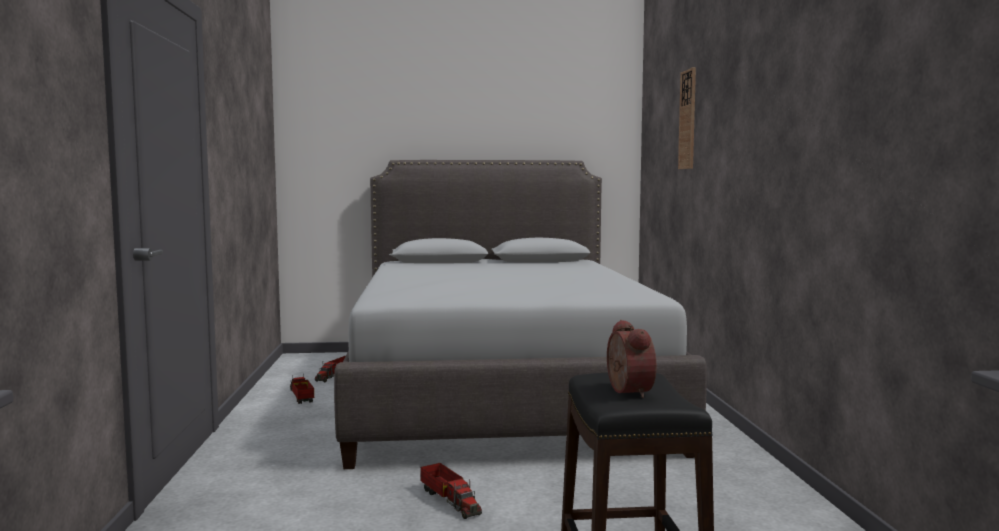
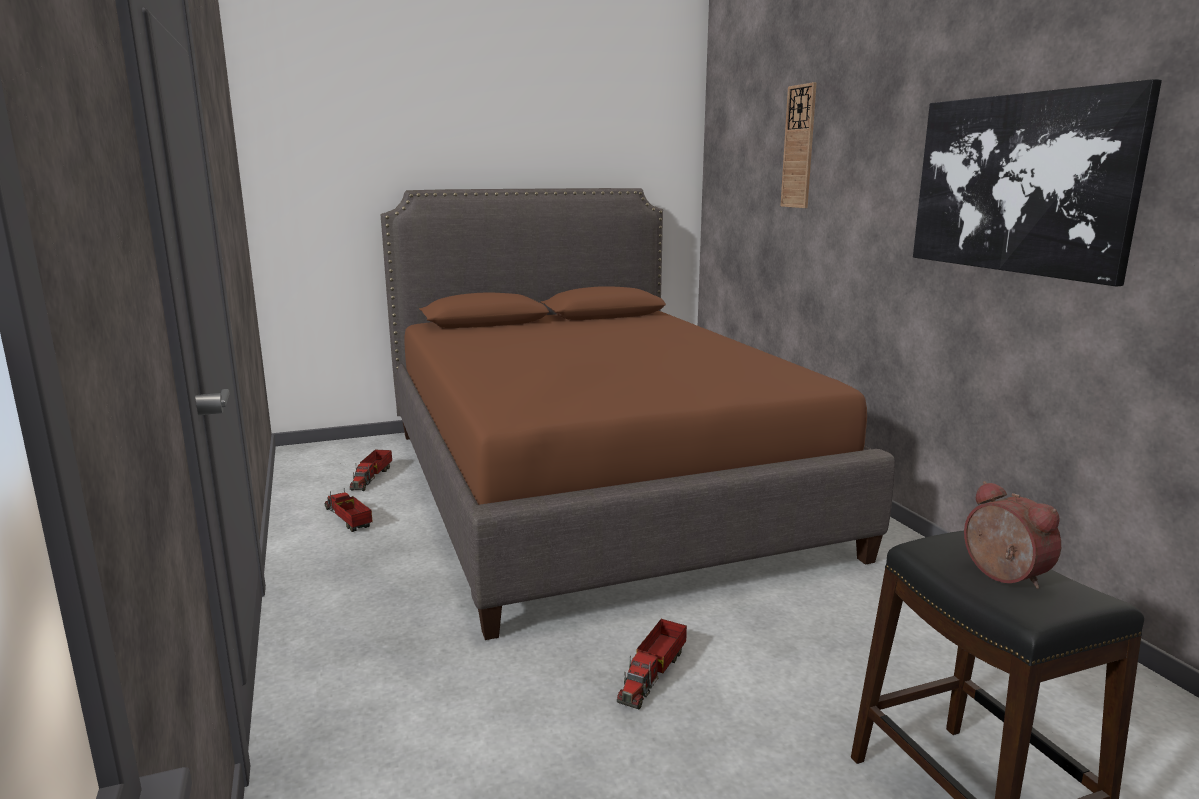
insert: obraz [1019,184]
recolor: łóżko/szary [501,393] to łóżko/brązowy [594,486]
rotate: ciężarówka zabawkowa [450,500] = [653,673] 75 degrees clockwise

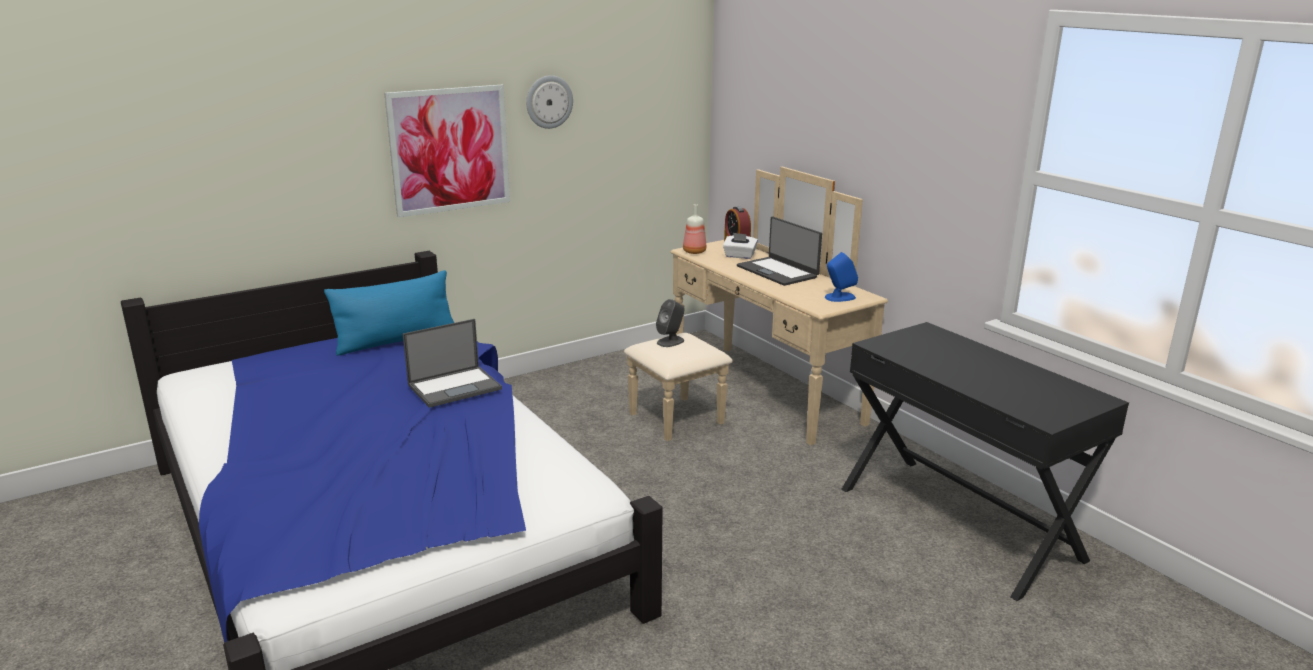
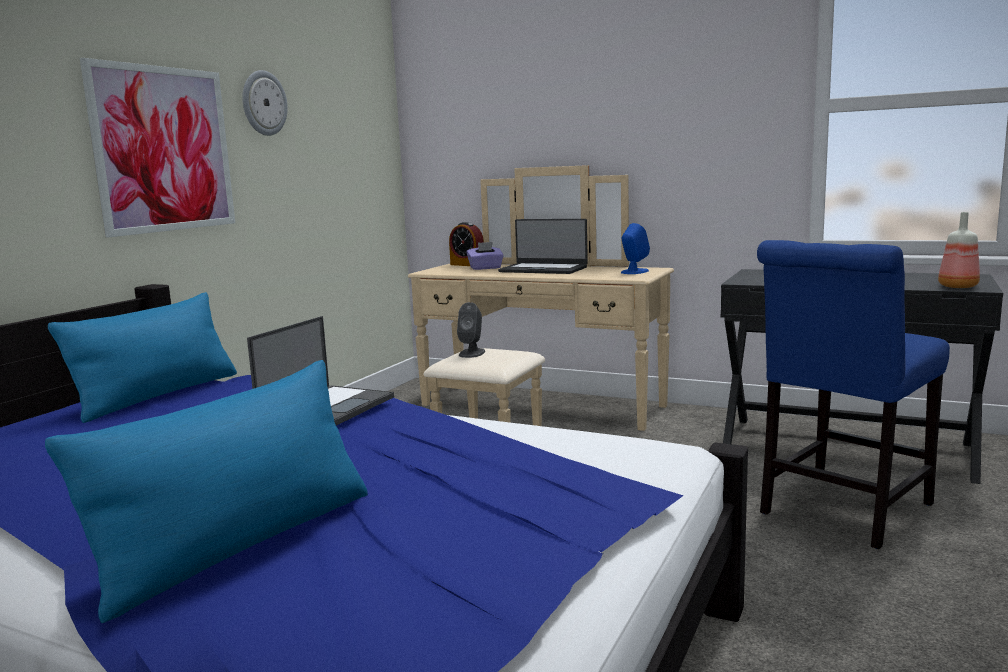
insert: poduszka/niebieski [241,545]; krzesło/niebieski [841,511]
move: butelka [693,252] to [956,287]
recolor: pudełko chusteczek/biały [739,256] to pudełko chusteczek/fioletowy [485,268]

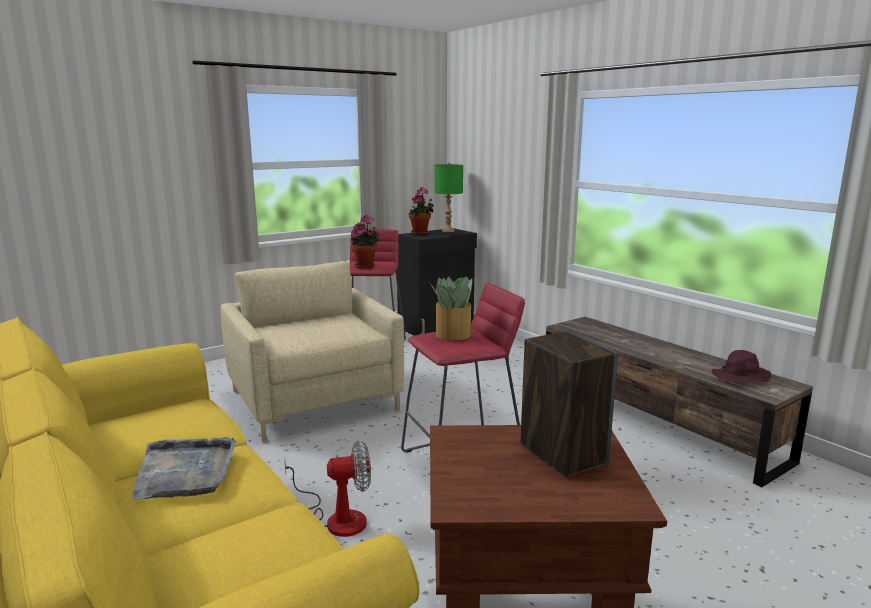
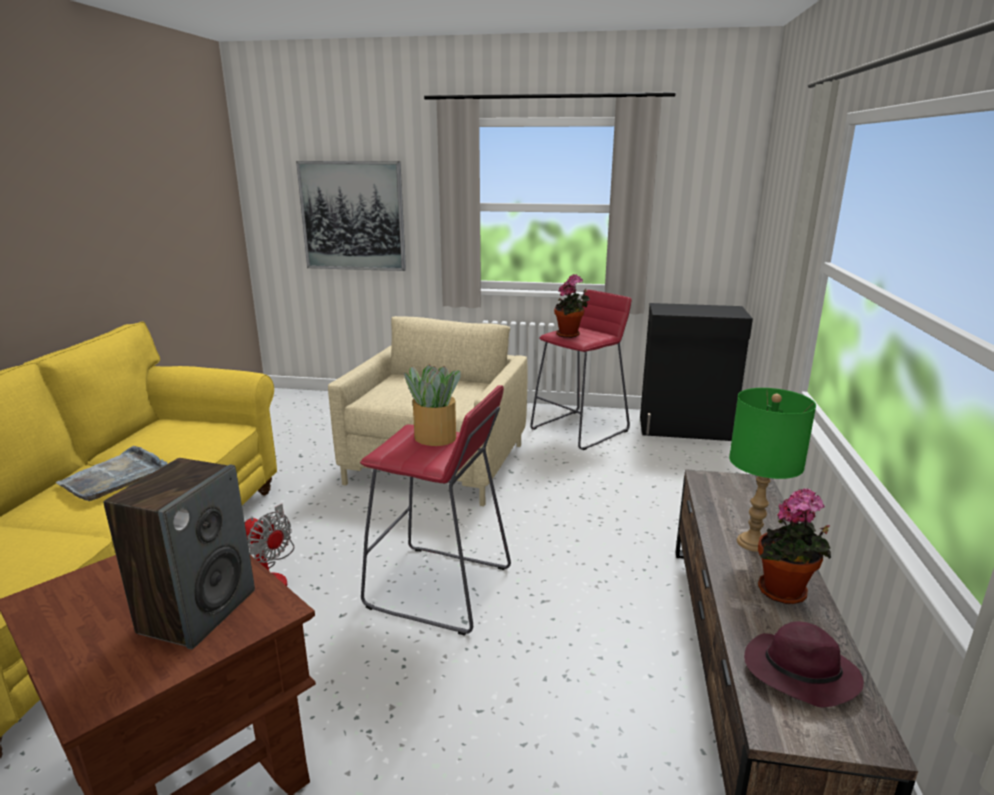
insert: obraz [353,216]
move: lampa stołowa/zielony [448,231] to [753,542]; roślina doniczkowa [421,233] to [785,594]

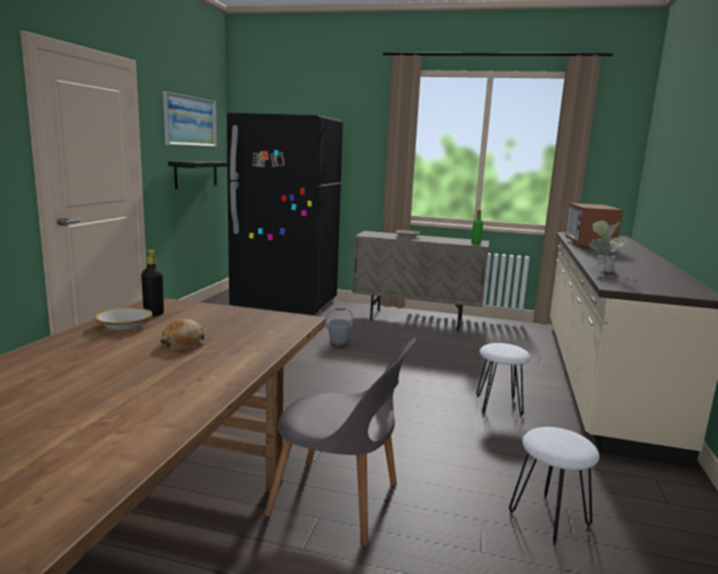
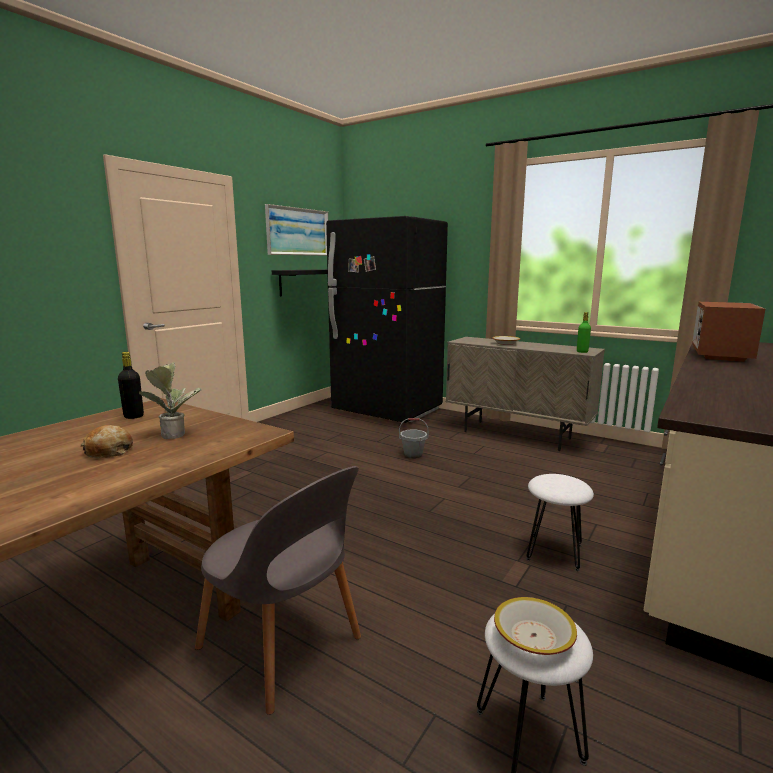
move: roślina doniczkowa [601,270] to [174,433]; miska [124,325] to [533,636]

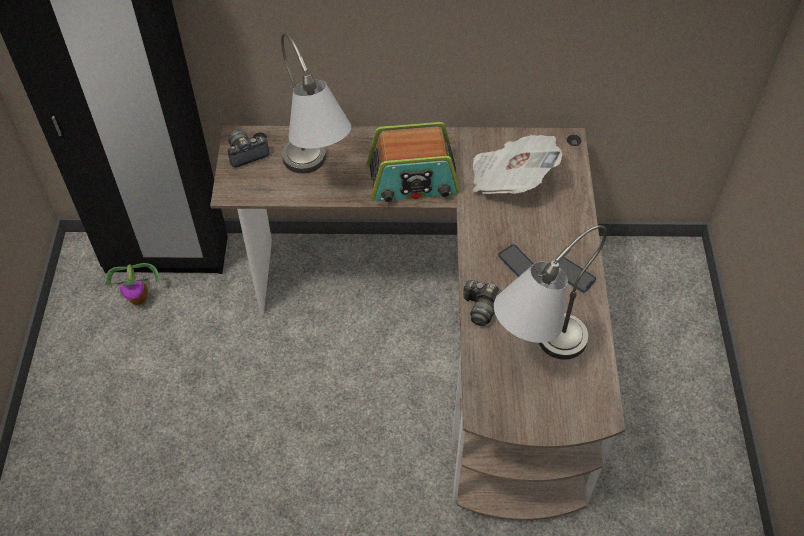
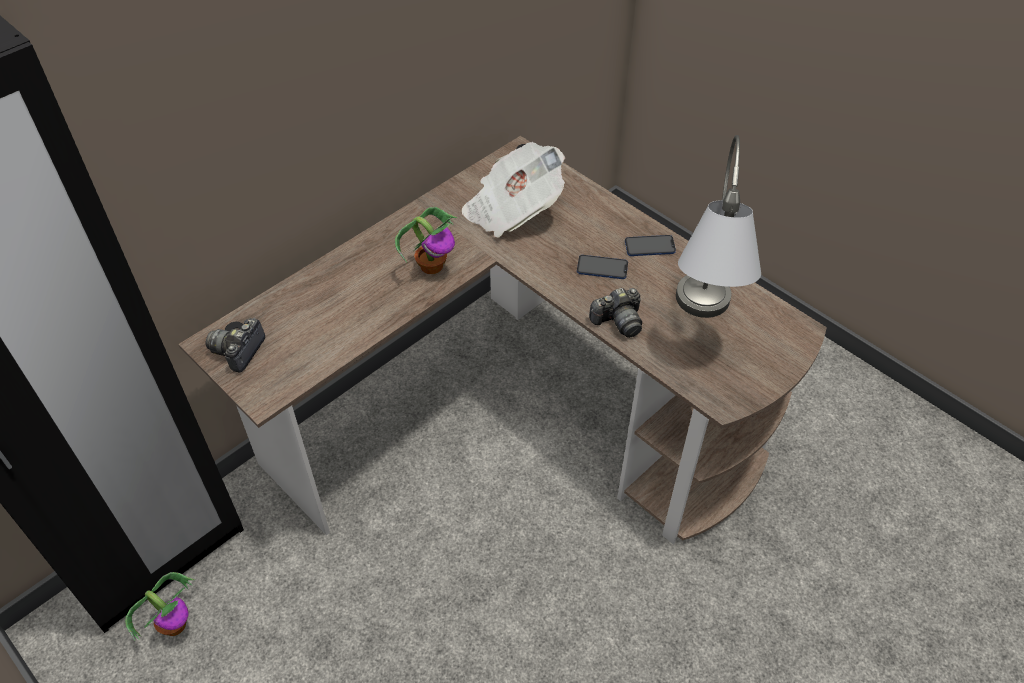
delete: lampa stołowa/szary [316,177]
replace: radio [413,180] to roślina doniczkowa [432,265]

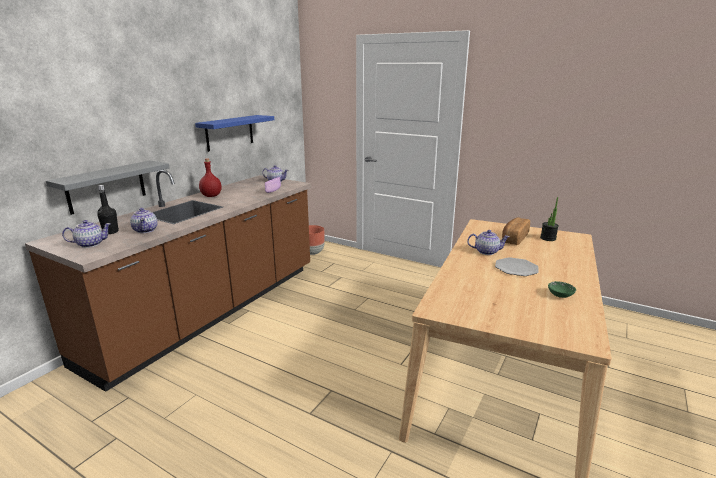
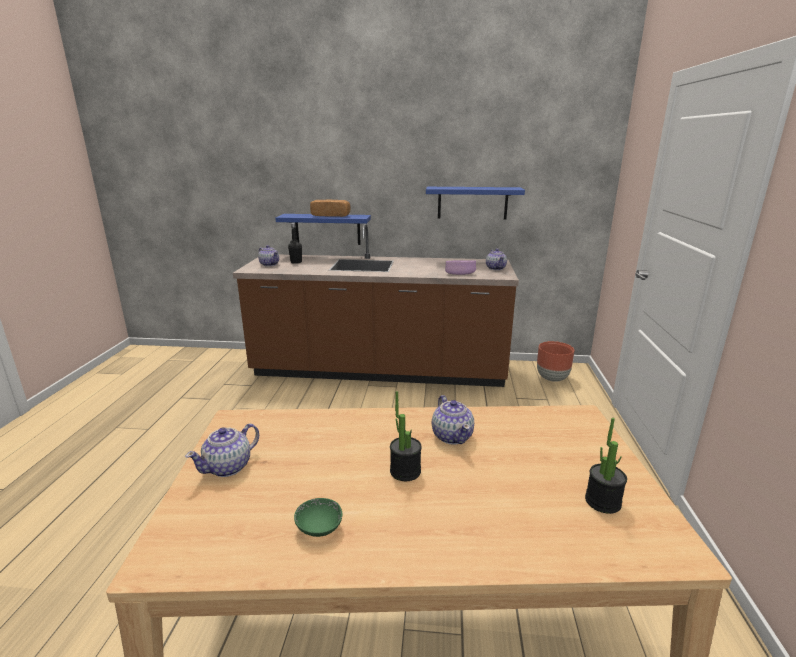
delete: butelka/czerwony [212,196]
move: imbryk [146,230] to [228,467]; chleb [514,238] to [330,215]
replace: talerz [516,268] to roślina doniczkowa [405,471]
recolor: półka/szary [106,187] to półka/niebieski [327,229]

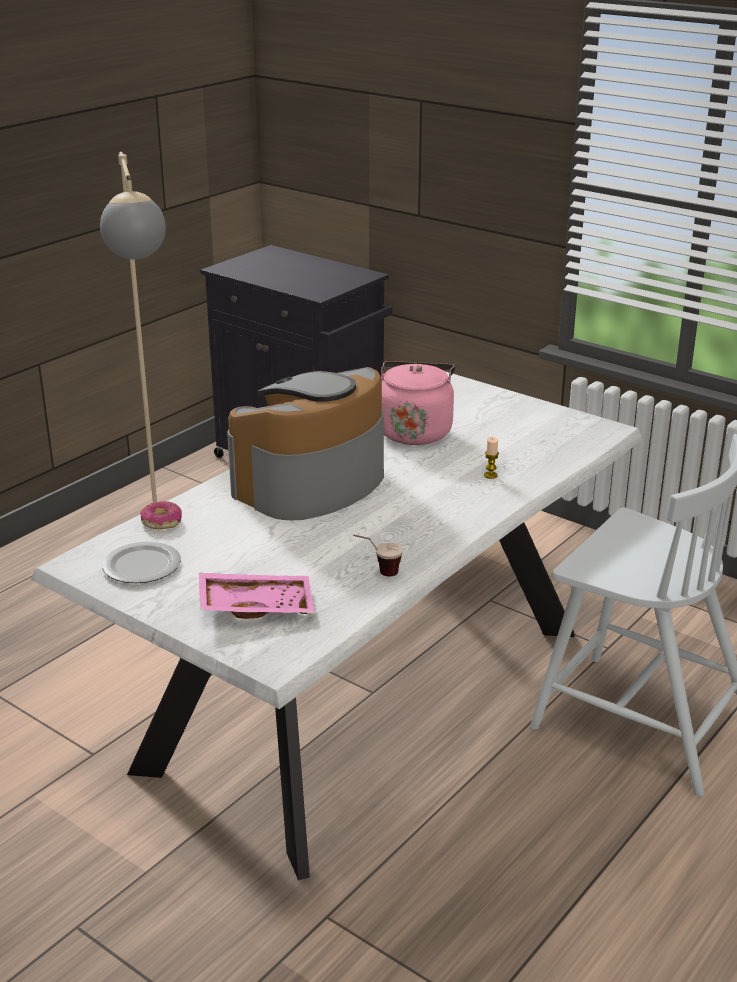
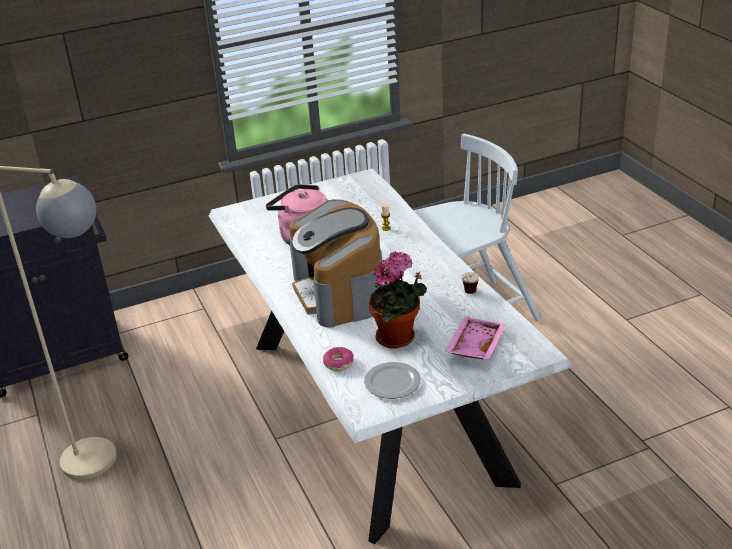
insert: roślina doniczkowa [399,338]

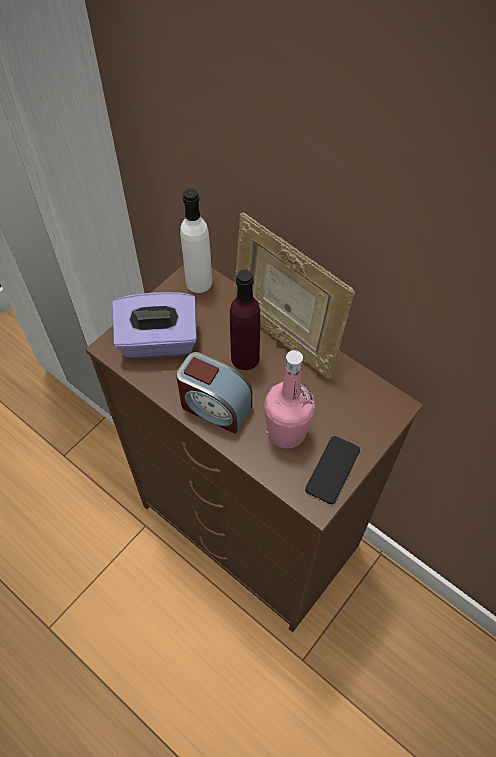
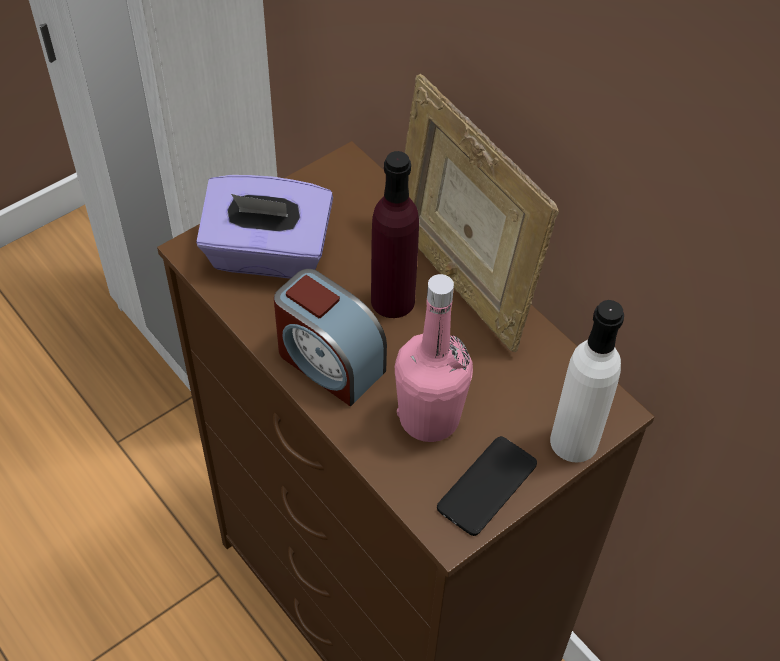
move: butelka/biały [199,282] to [574,441]

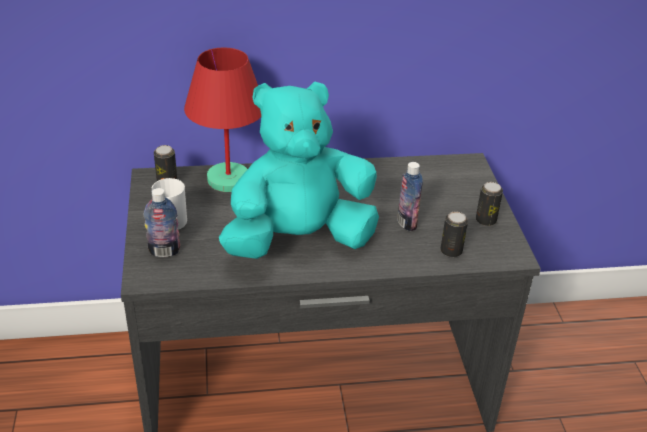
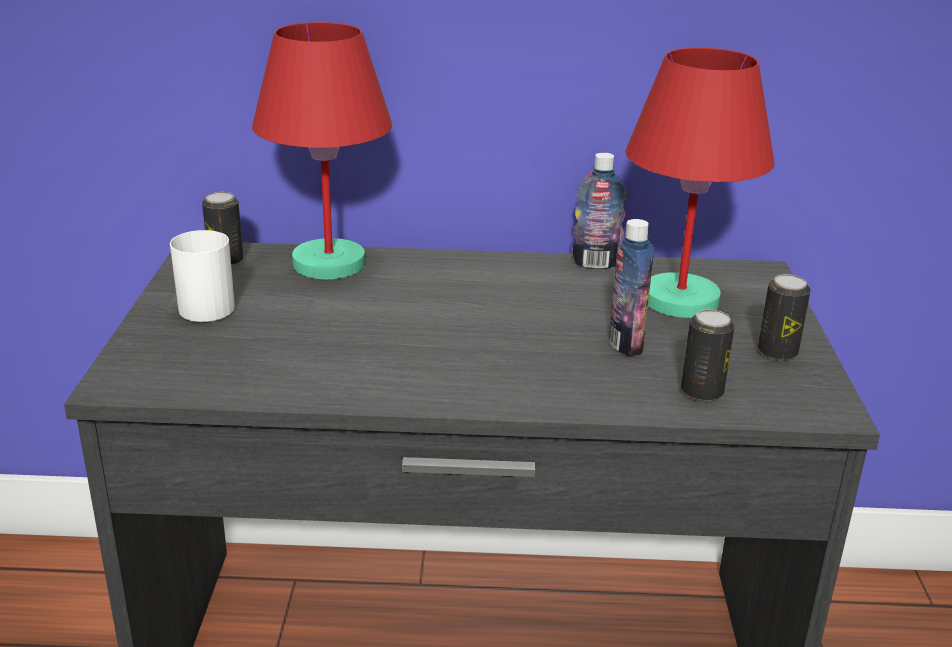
delete: pluszak/turkusowy [299,240]
insert: lampa stołowa/czerwony [682,300]
move: butelka [164,251] to [595,263]

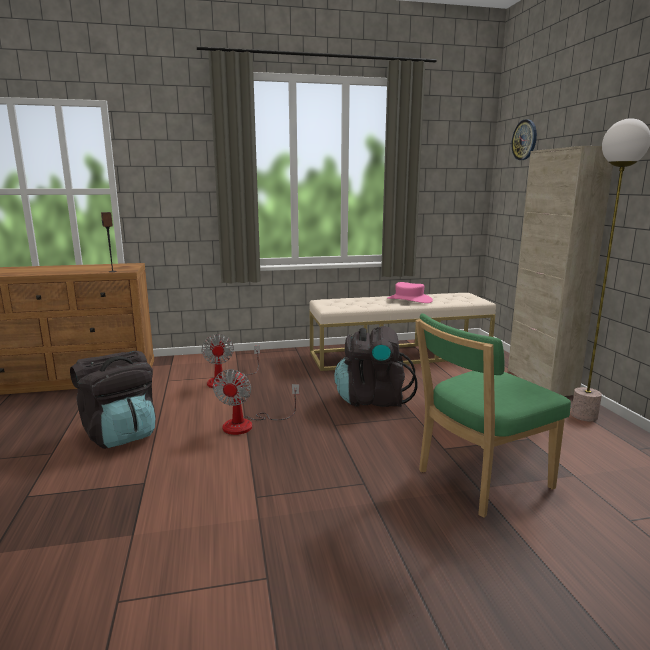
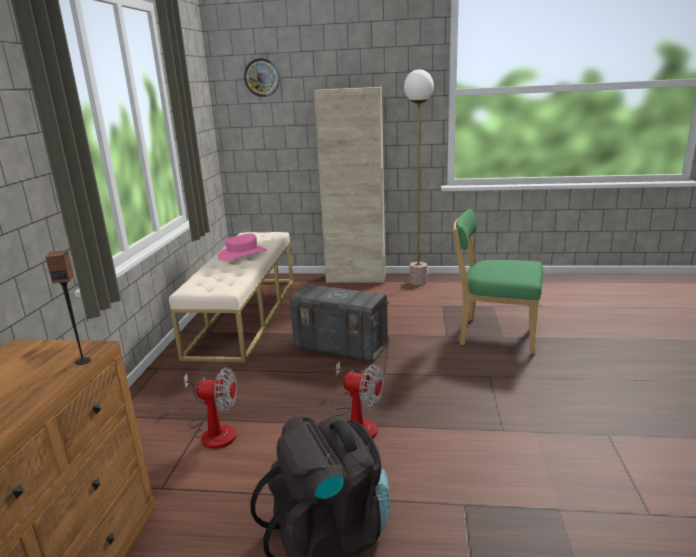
replace: plecak/czarny [372,399] to pojemnik do przechowywania/szary [341,346]
rotate: krzesło/zielony [478,481] = [494,334] 120 degrees clockwise

